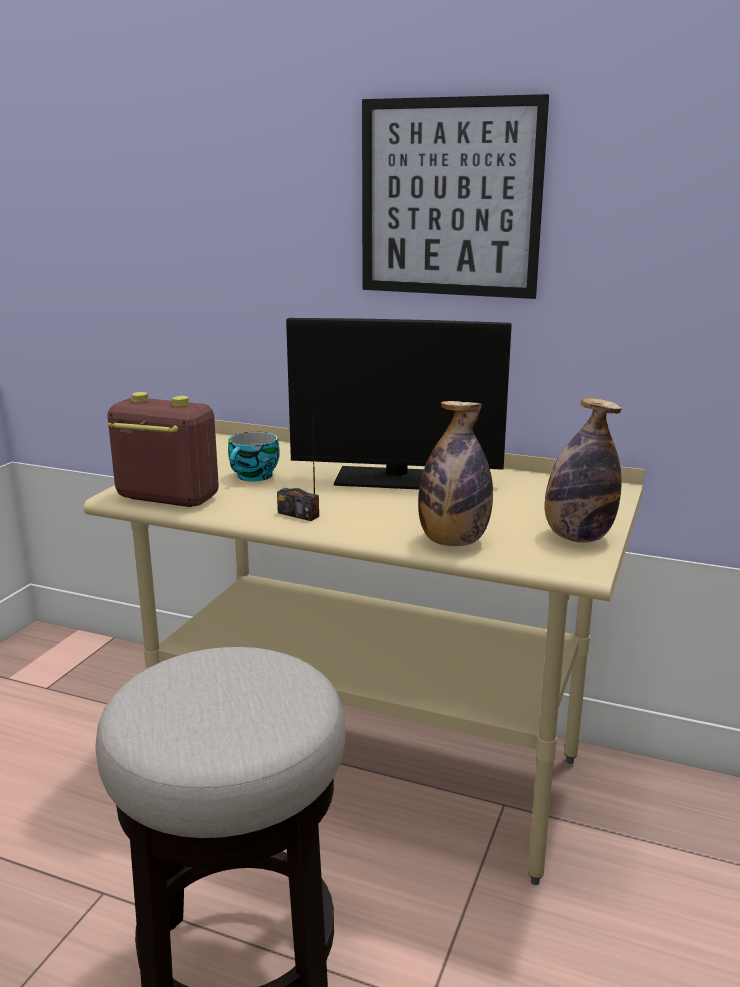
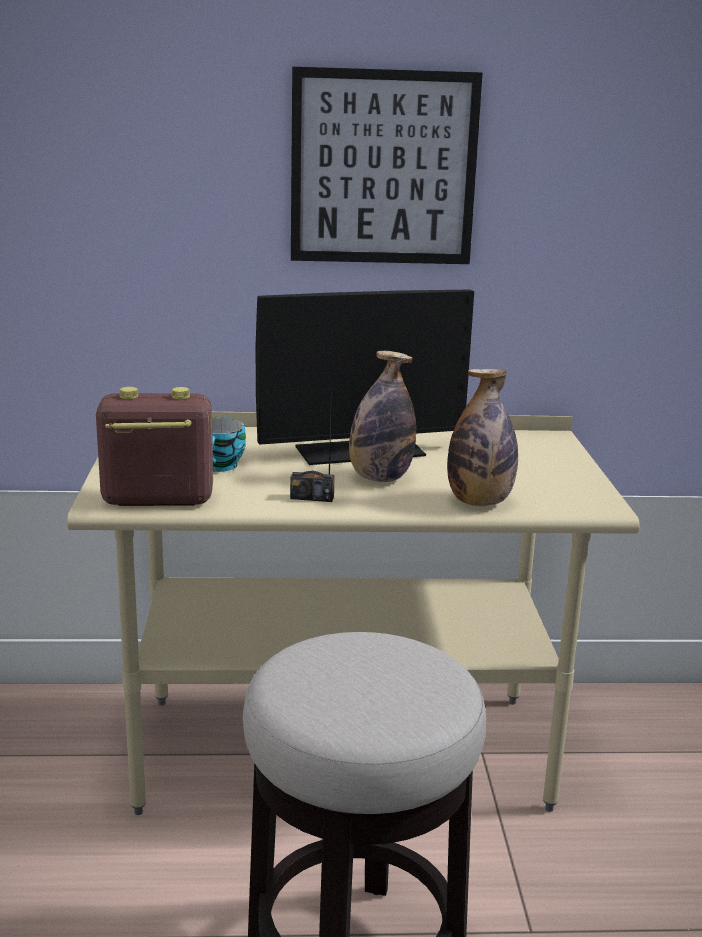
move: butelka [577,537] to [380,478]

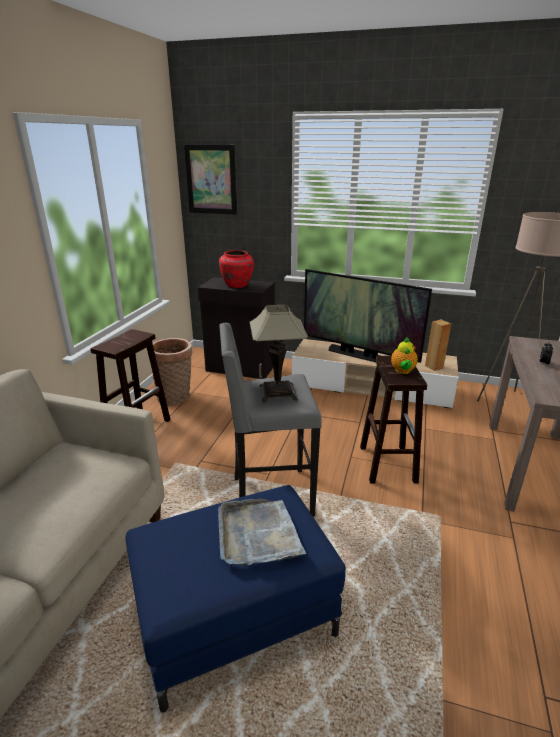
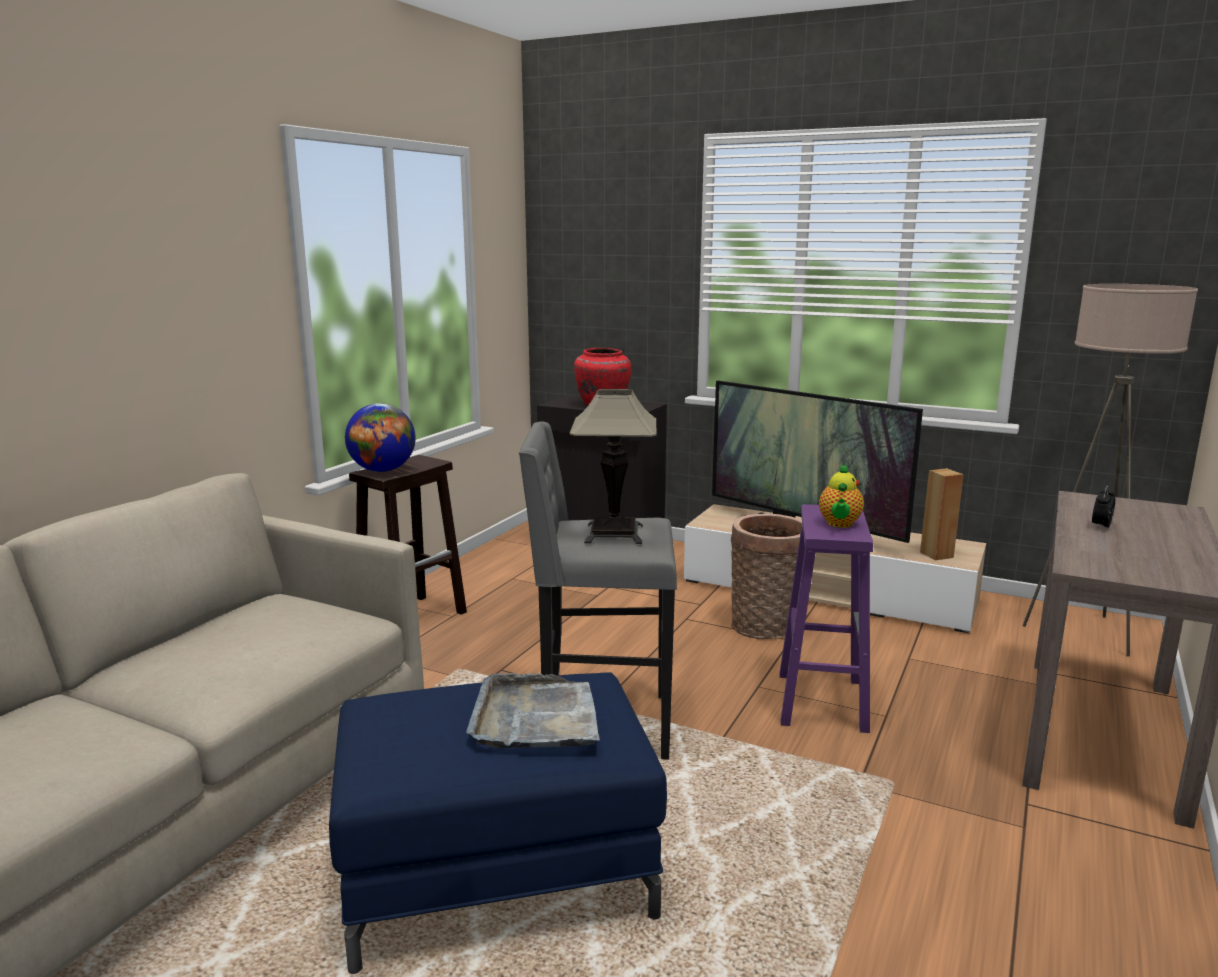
delete: obraz [211,179]
insert: globus [382,470]
move: koszyk [176,397] to [766,627]
recolor: stołek/brązowy [387,463] to stołek/fioletowy [821,700]

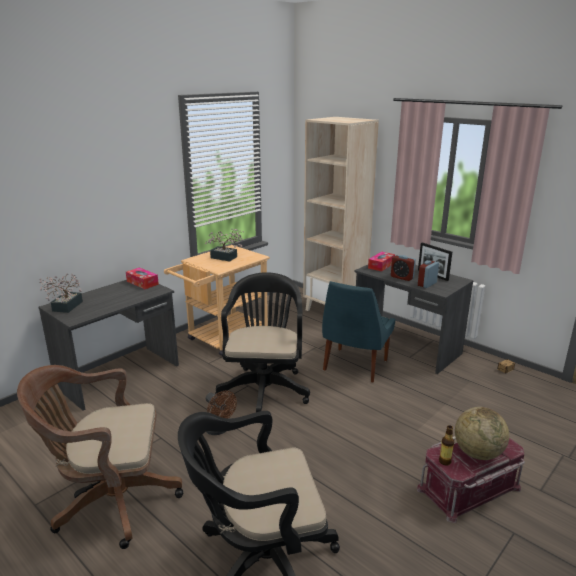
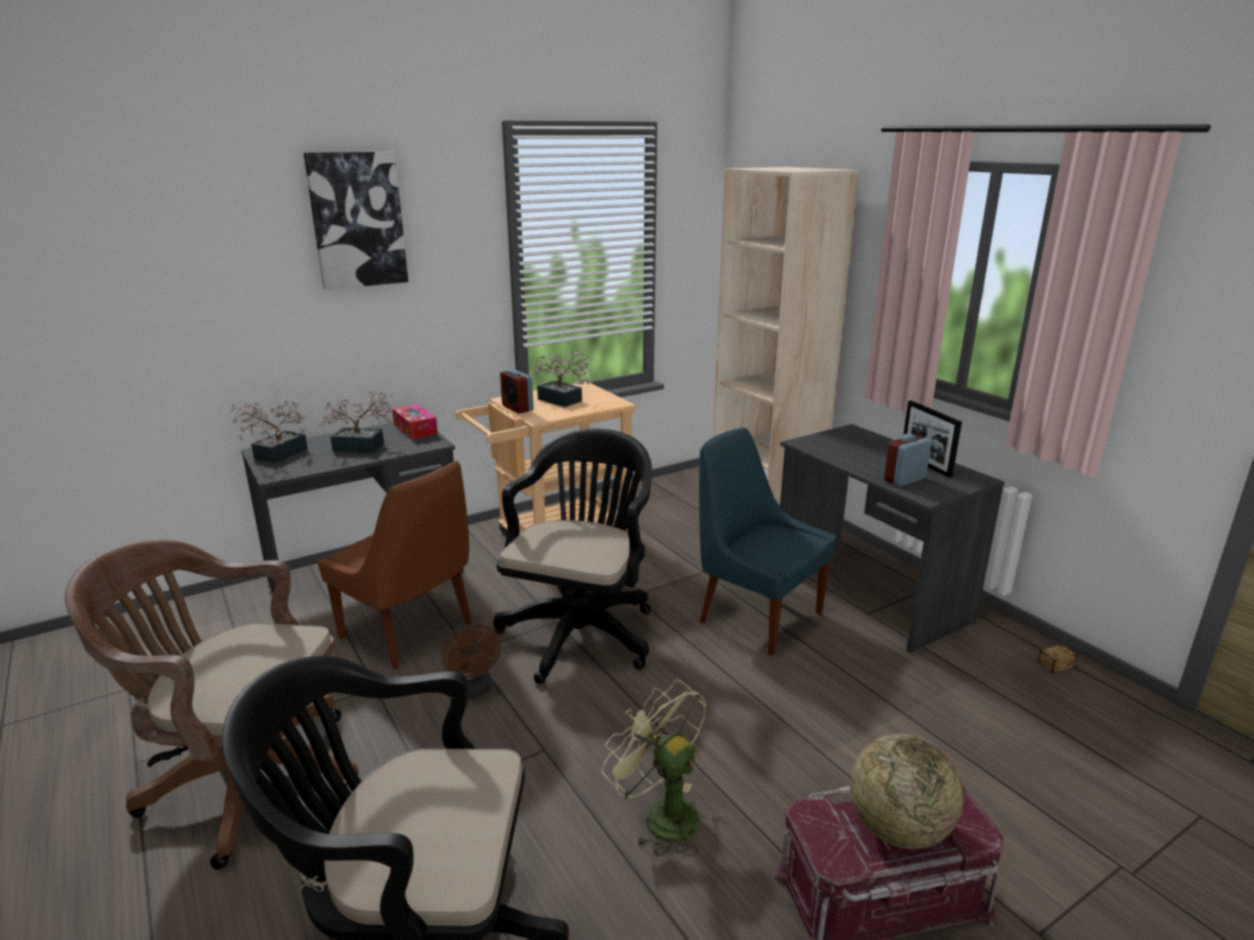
delete: pudełko chusteczek [381,265]; butelka [444,461]
insert: obraz [357,220]; krzesło/brązowy [410,632]; roślina doniczkowa [364,447]; wentylator/zielony [660,814]
move: budzik [402,277] to [517,408]
rotate: krzesło/niebieski [354,366] = [756,615] 90 degrees clockwise

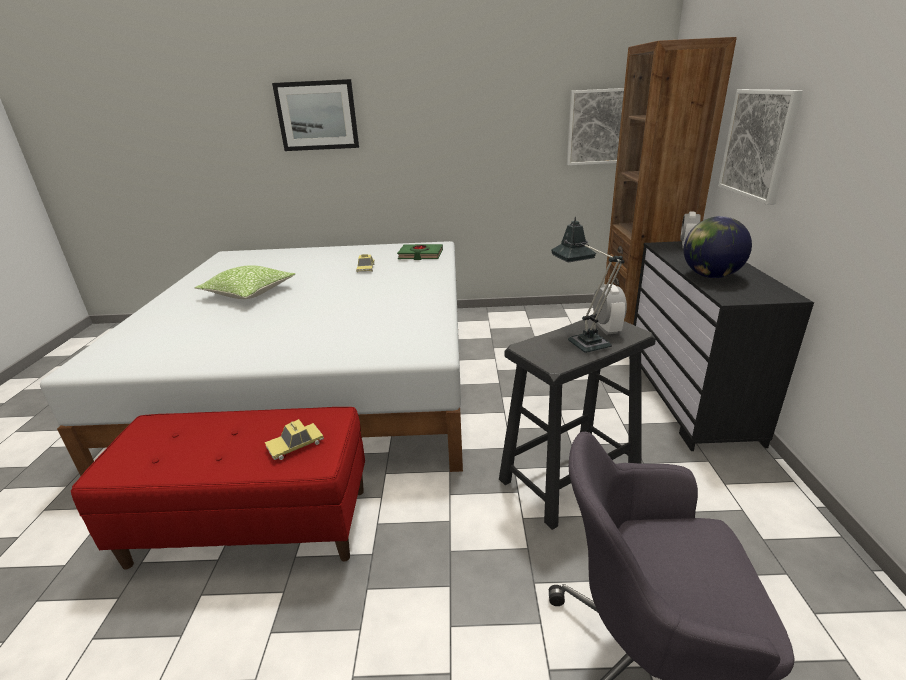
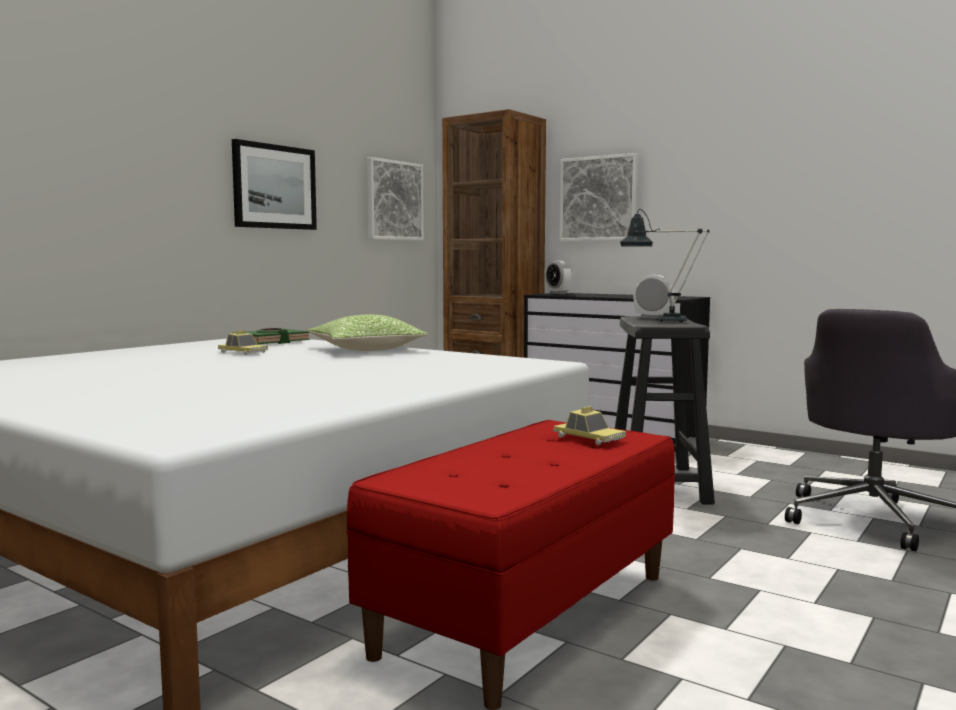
delete: globus [710,276]
move: obraz [317,116] to [274,187]; poduszka [249,292] to [366,349]
rotate: samochodzik [295,445] = [589,438] 45 degrees counterclockwise

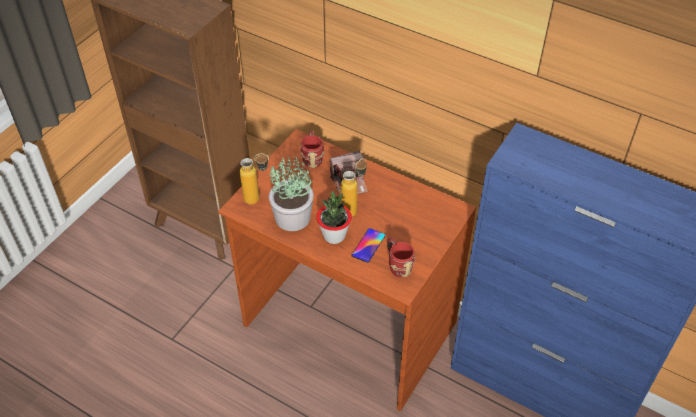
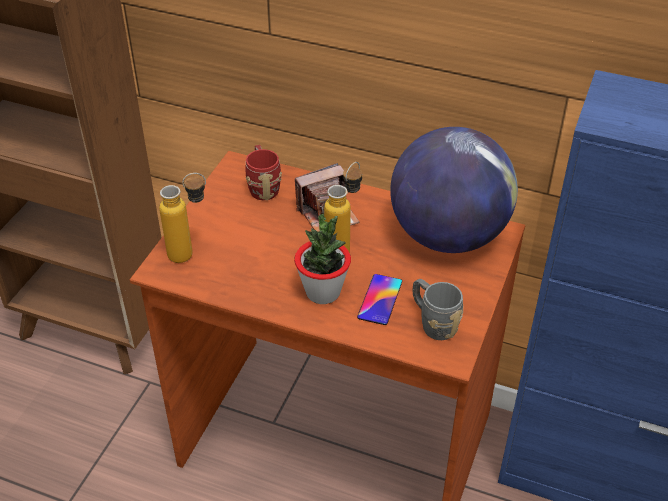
delete: roślina doniczkowa [293,217]
insert: globus [448,236]
recolor: kubek/czerwony [397,265] to kubek/szary [433,323]

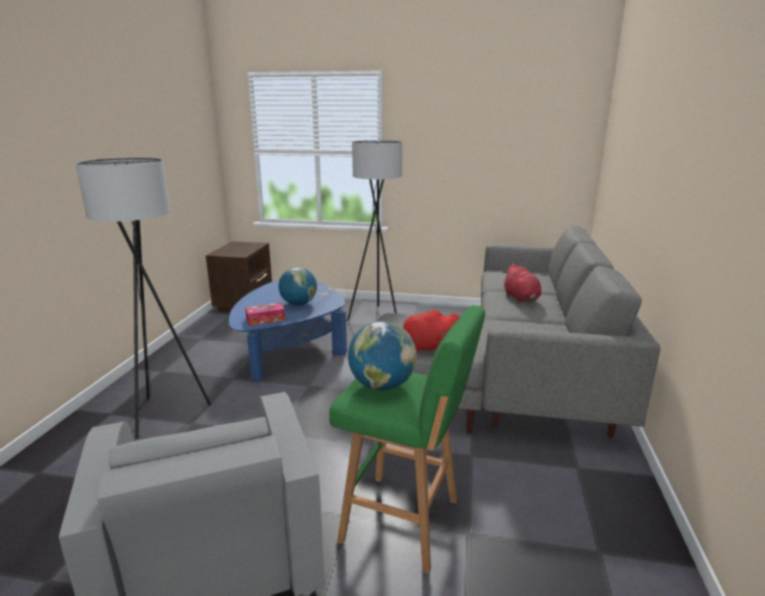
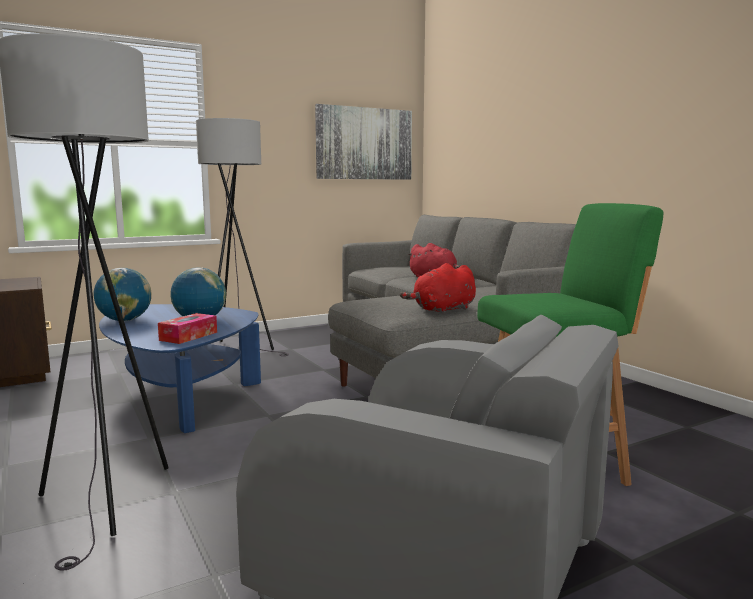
insert: obraz [364,143]
move: globus [382,386] to [125,320]

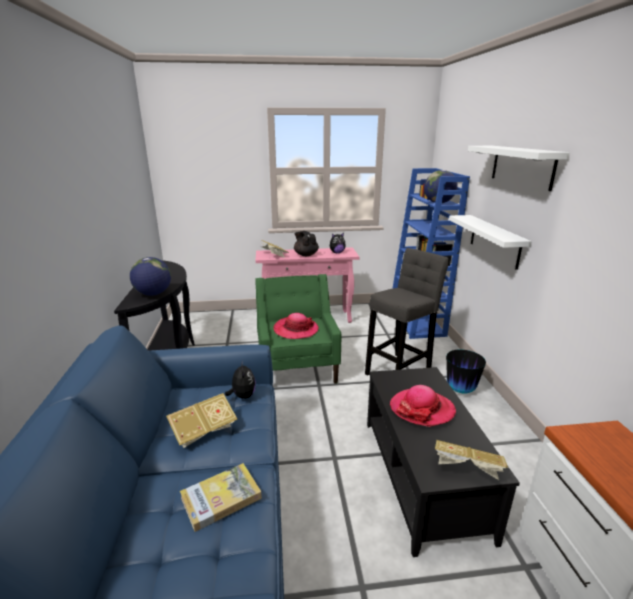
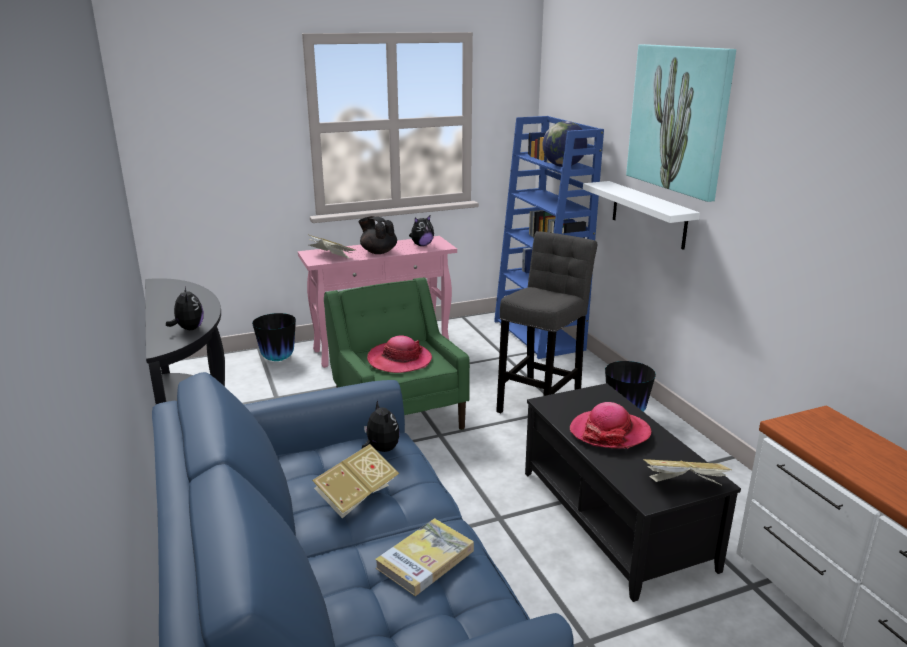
insert: wazon [278,359]
replace: globus [153,294] to pluszak [189,329]; półka/biały [522,166] to obraz [679,119]

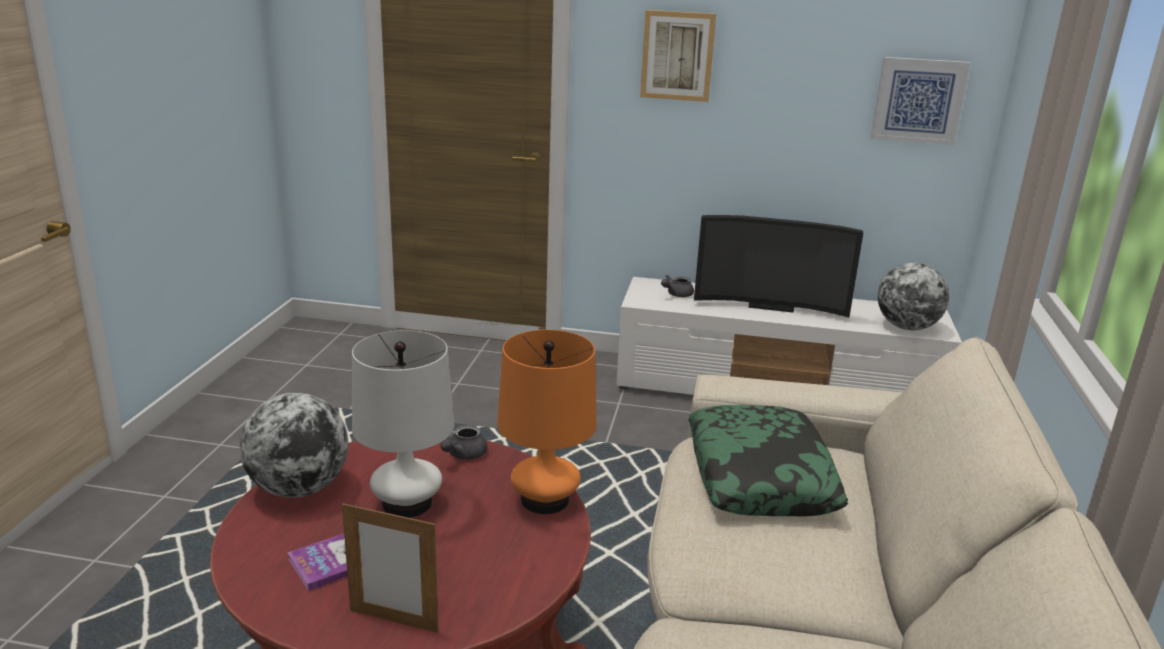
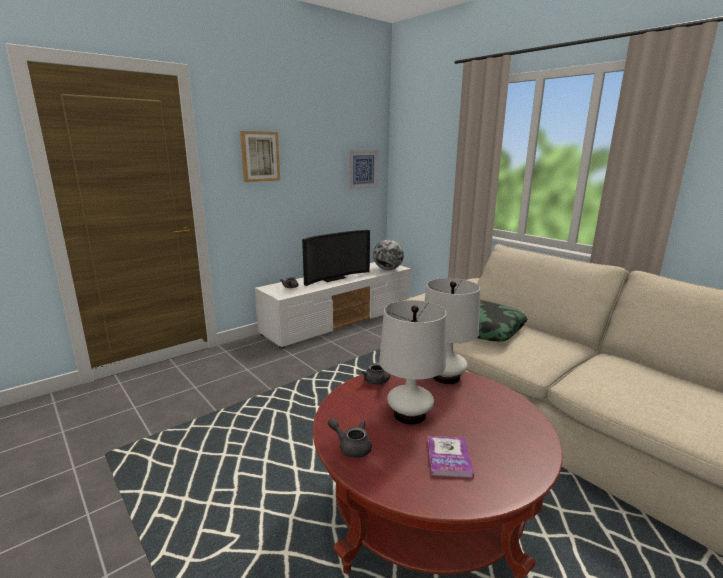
delete: ramka na zdjęcie [393,621]
replace: globus [299,488] to imbryk/szary [351,446]
recolor: lampa stołowa/pomarańczowy [545,500] to lampa stołowa/biały [446,376]

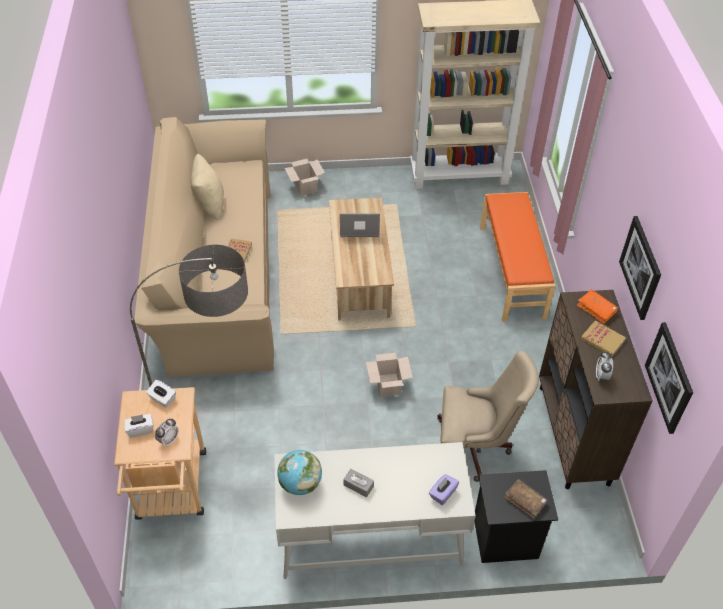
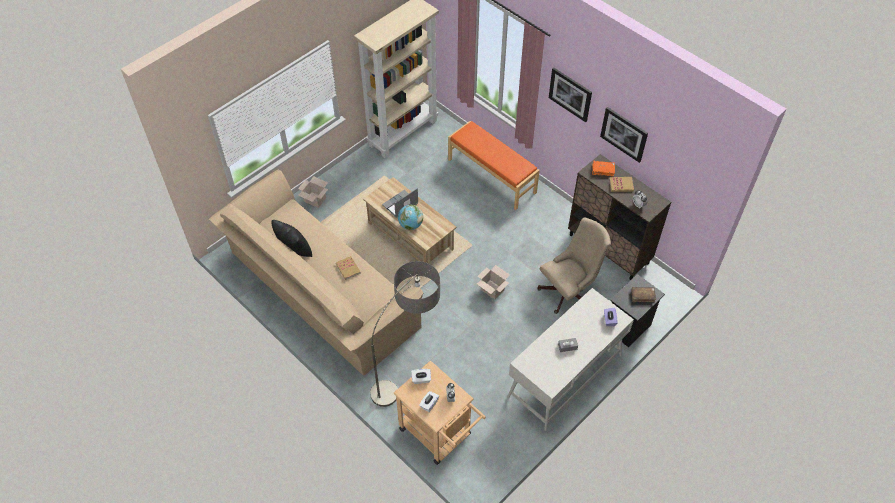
move: globus [300,483] to [410,225]; obraz [669,377] to [570,94]
recolor: poduszka/beżowy [210,204] to poduszka/czarny [294,249]

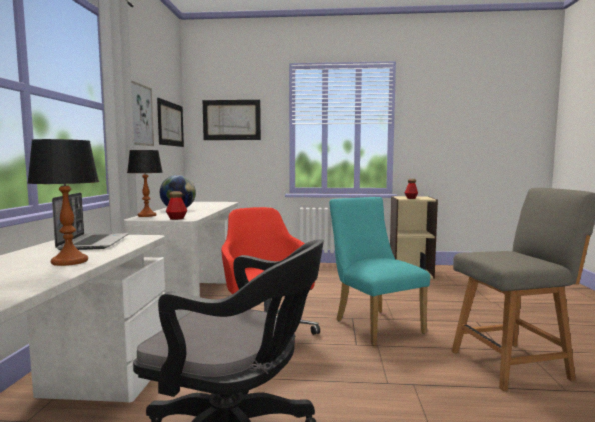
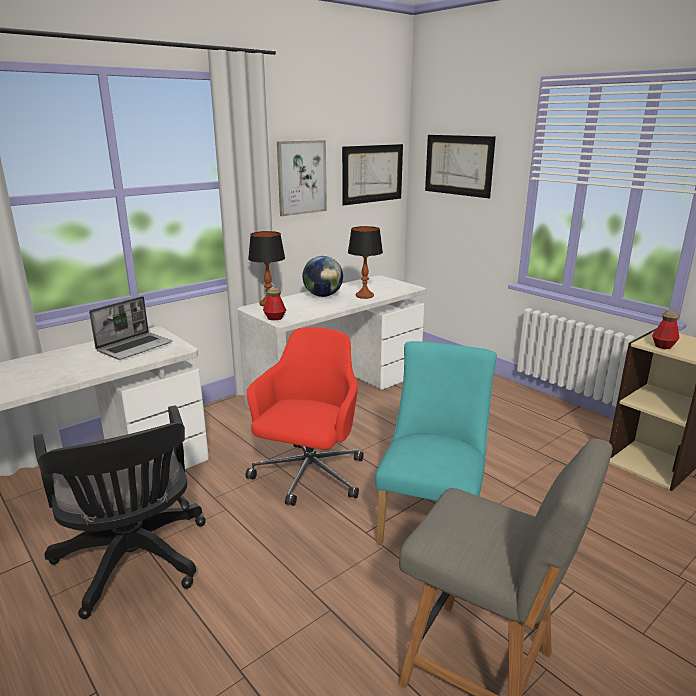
move: lampa stołowa [69,261] to [364,296]

